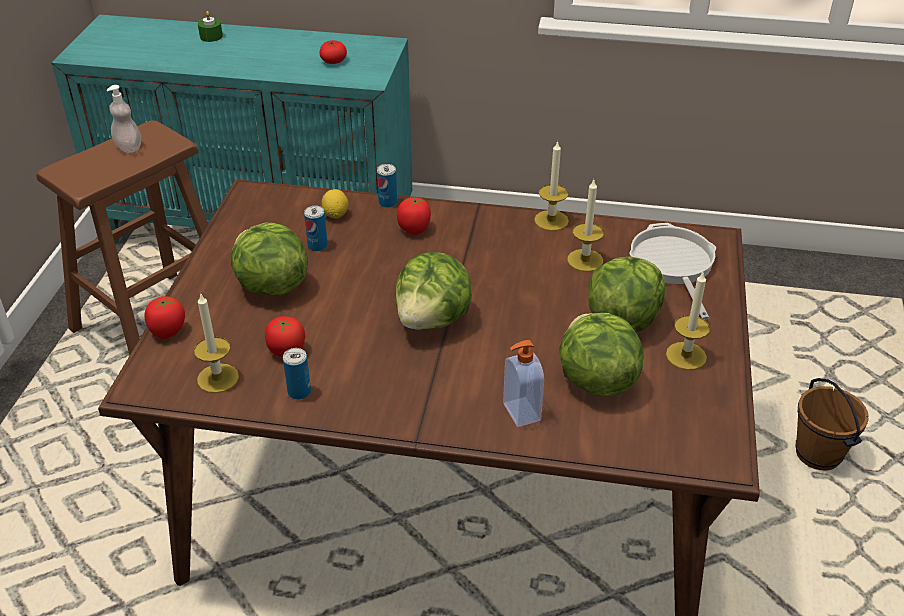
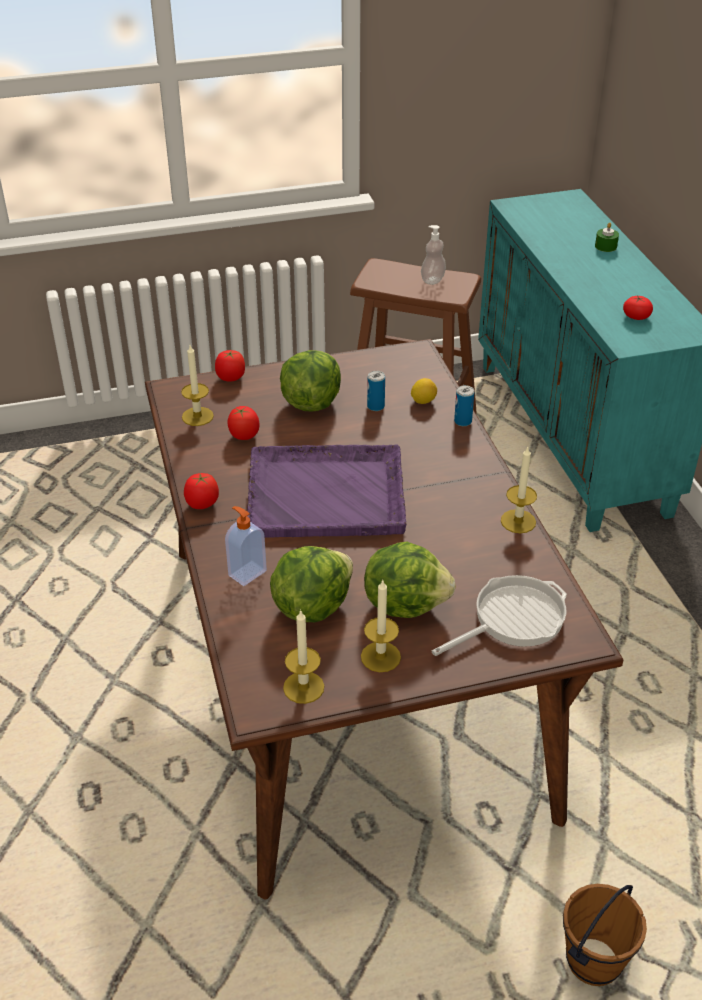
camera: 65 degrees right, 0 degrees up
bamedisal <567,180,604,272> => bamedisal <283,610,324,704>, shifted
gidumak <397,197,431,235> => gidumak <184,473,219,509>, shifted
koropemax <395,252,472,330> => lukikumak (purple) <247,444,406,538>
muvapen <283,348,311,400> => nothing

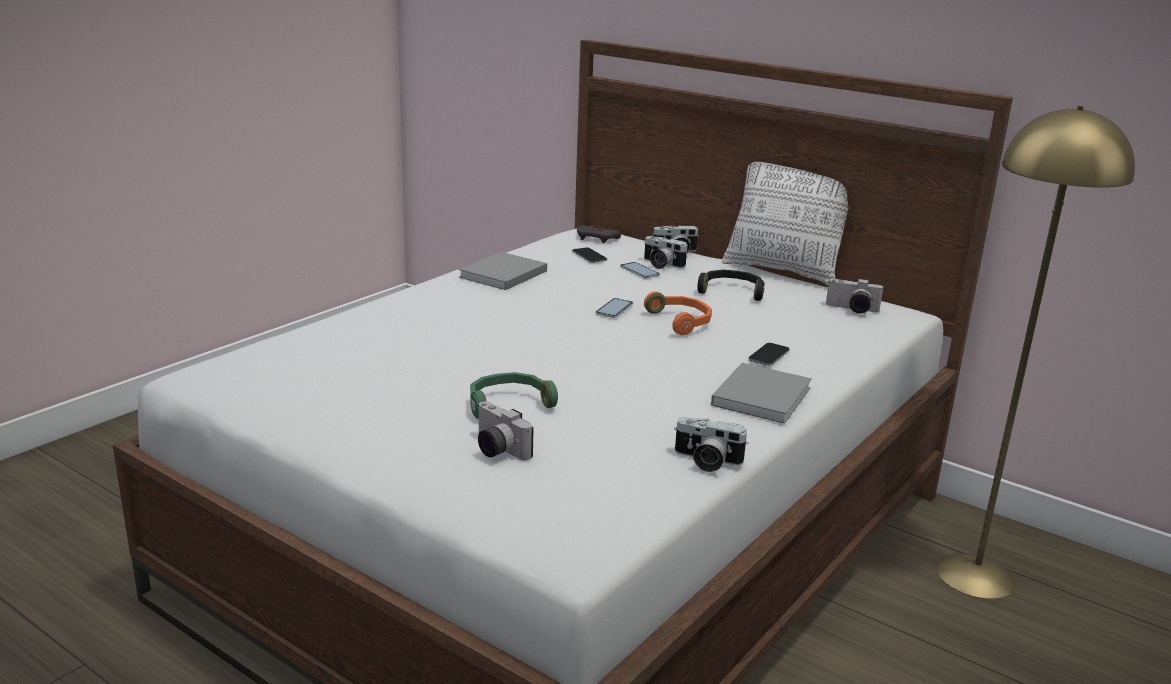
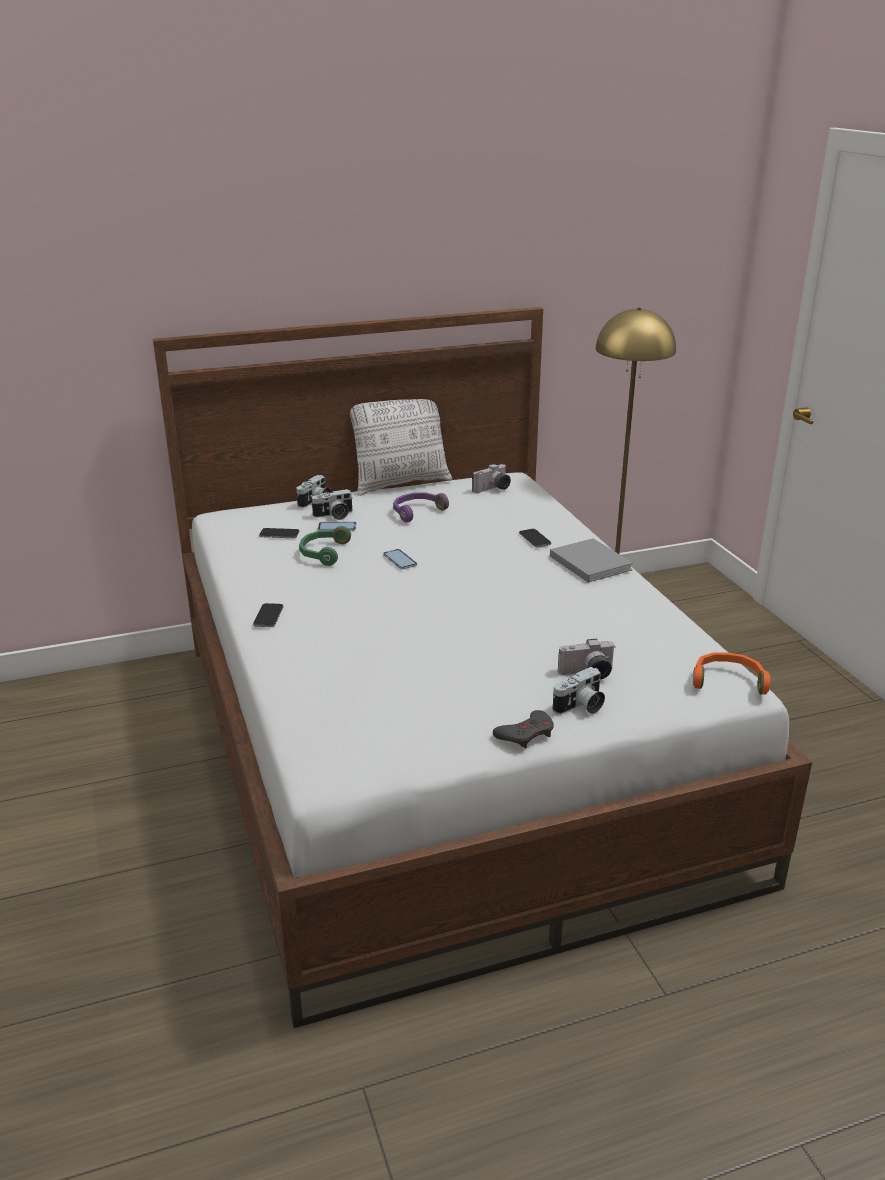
camera: 55 degrees left, 5 degrees up
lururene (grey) <577,226,621,243> => lururene (grey) <493,710,554,748>, shifted
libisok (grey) <459,252,547,290> => nothing
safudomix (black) <697,270,765,301> => safudomix (purple) <393,492,449,522>
safudomix (orange) <644,291,712,335> => safudomix (orange) <693,652,770,695>, shifted
safudomix (green) <470,372,558,419> => safudomix (green) <299,526,351,566>, shifted
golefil <674,417,748,472> => golefil <552,667,605,714>, shifted
nothing => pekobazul <253,603,284,627>

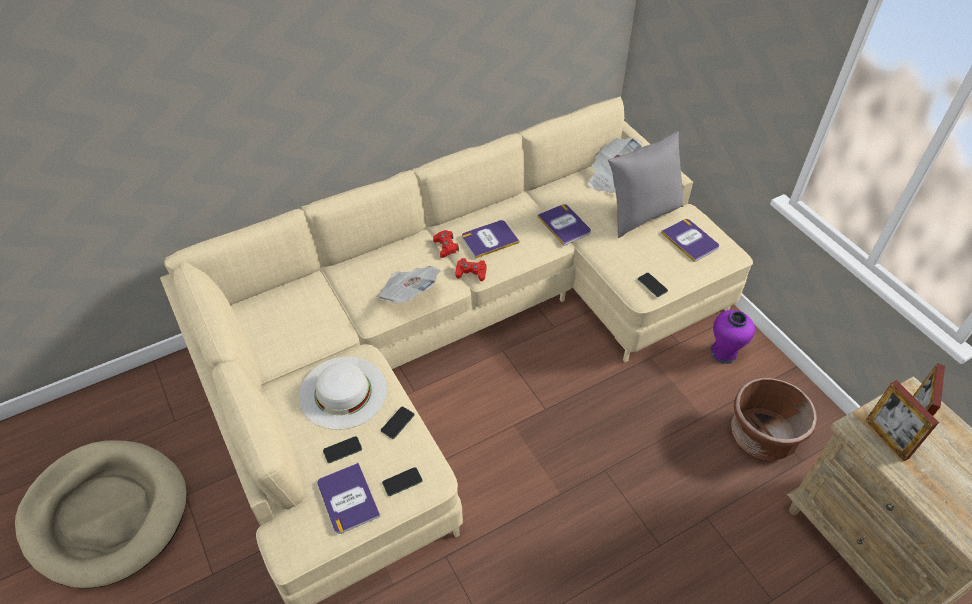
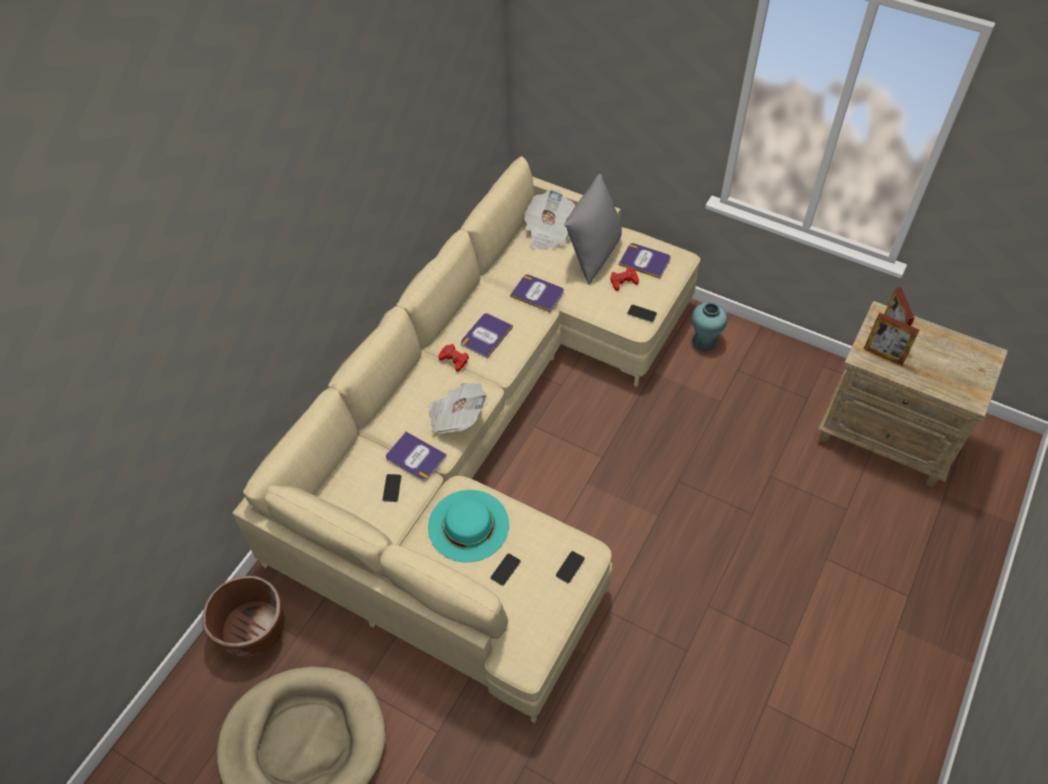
camera: 30 degrees left, 5 degrees up
lururene (red) <455,258,487,281> => lururene (red) <611,267,639,291>, shifted
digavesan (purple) <711,310,755,364> => digavesan (turquoise) <691,302,727,351>
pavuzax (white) <299,357,387,430> => pavuzax (turquoise) <428,490,509,562>
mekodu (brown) <731,378,817,461> => mekodu (brown) <202,576,285,657>, shifted
pekobazul <381,407,415,439> => pekobazul <383,474,401,502>, shifted
libisok <317,463,381,534> => libisok <386,432,447,481>, shifted

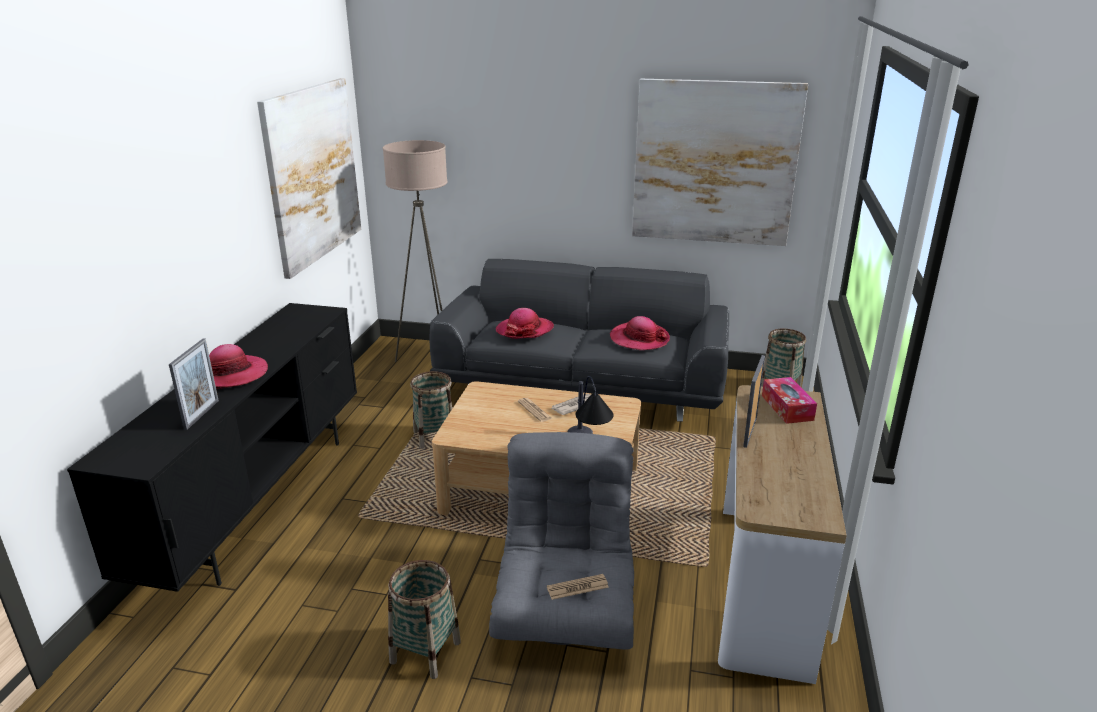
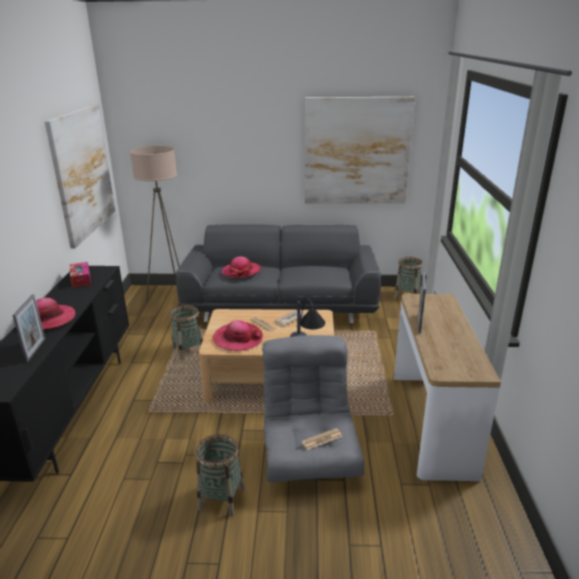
camera: 10 degrees left, 0 degrees up
pavuzax <610,316,670,350> => pavuzax <213,320,263,351>, shifted
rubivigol <762,377,817,424> => rubivigol <70,262,91,288>, shifted

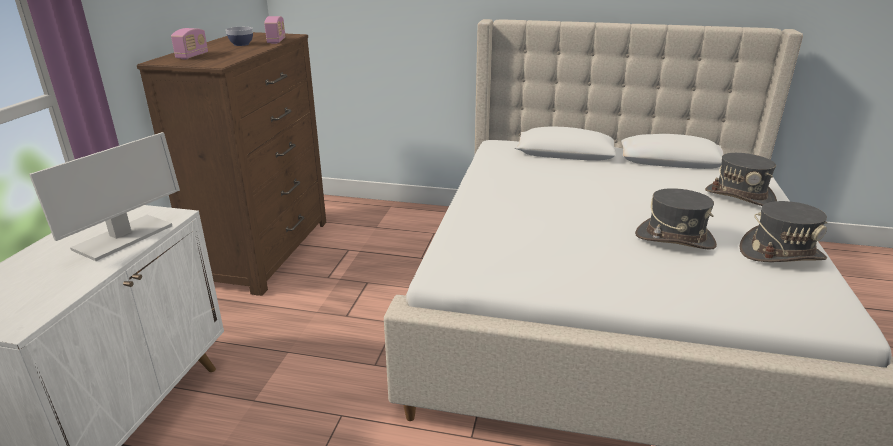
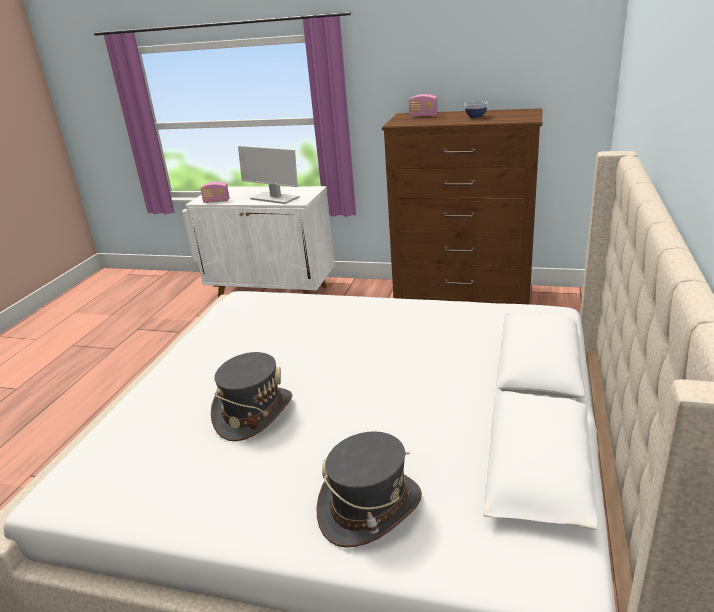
camera: 95 degrees right, 0 degrees up
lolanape <264,16,285,44> => lolanape <200,182,229,203>, shifted
pavuzax (grey) <739,201,828,262> => nothing

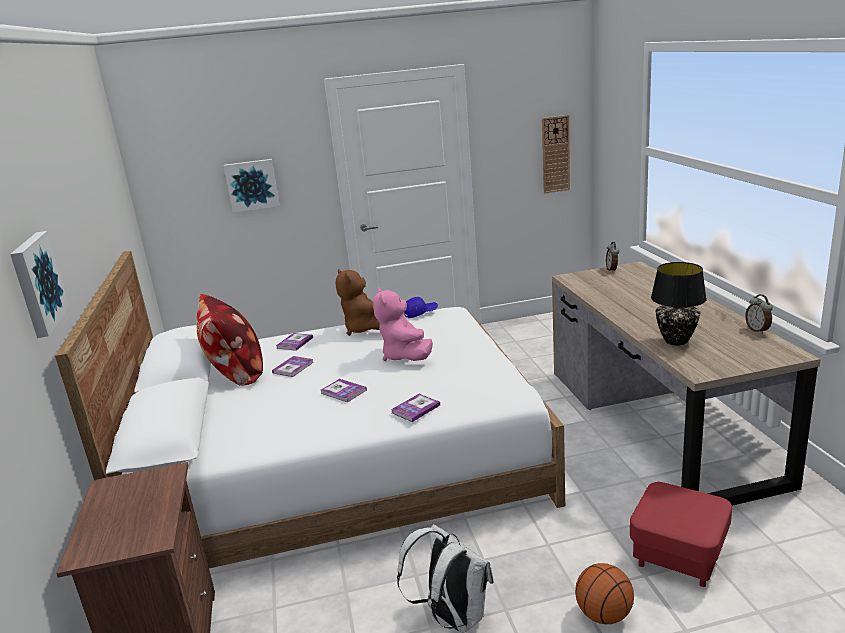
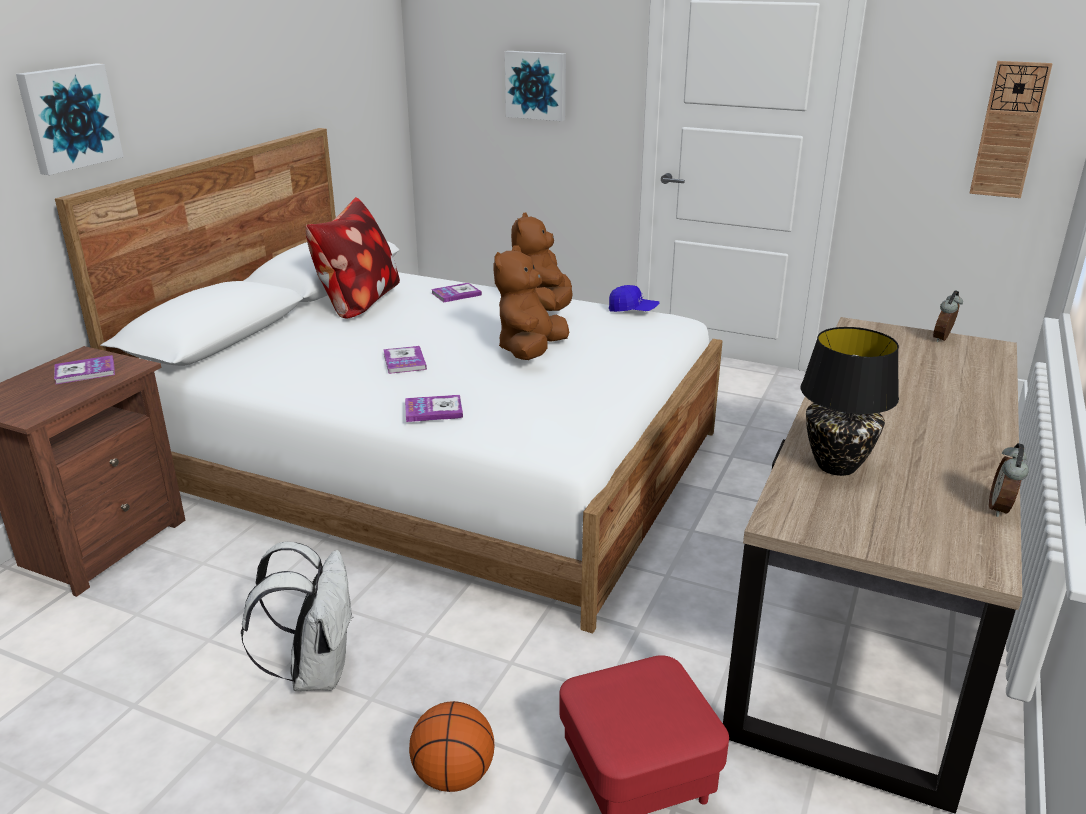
camera: 35 degrees right, 5 degrees up
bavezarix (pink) <373,287,433,361> => bavezarix (brown) <493,246,569,360>
libisok <272,356,314,377> => libisok <54,355,115,385>, shifted

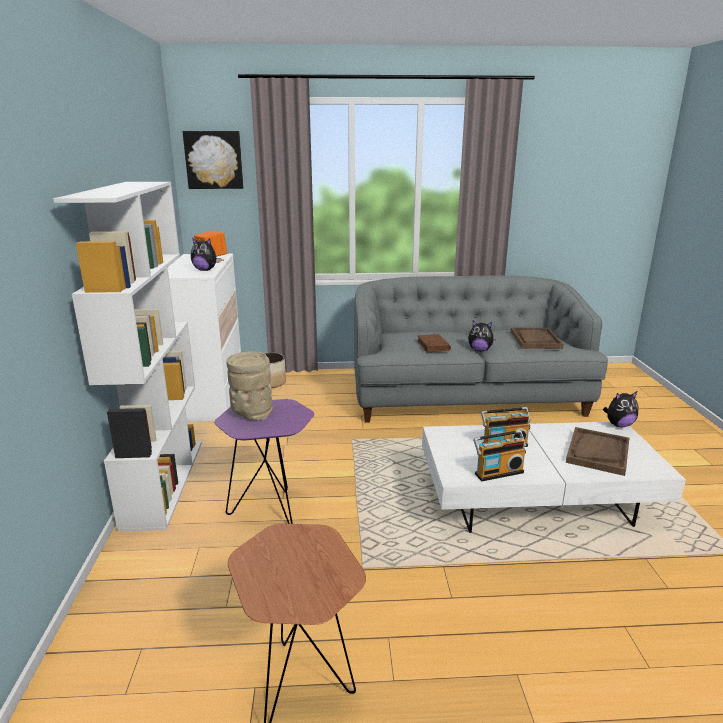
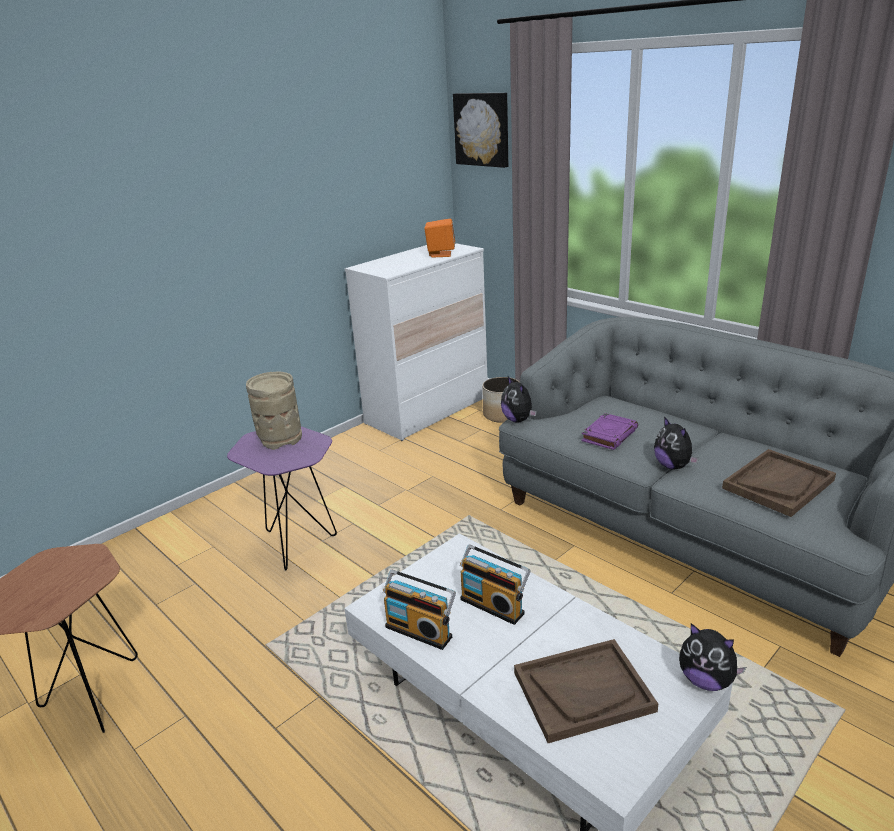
camera: 50 degrees right, 5 degrees up
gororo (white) <53,182,202,532> => nothing
bavezarix <191,238,221,271> => bavezarix <501,377,537,423>, shifted
libisok (brown) <417,334,451,352> => libisok (purple) <581,413,638,450>

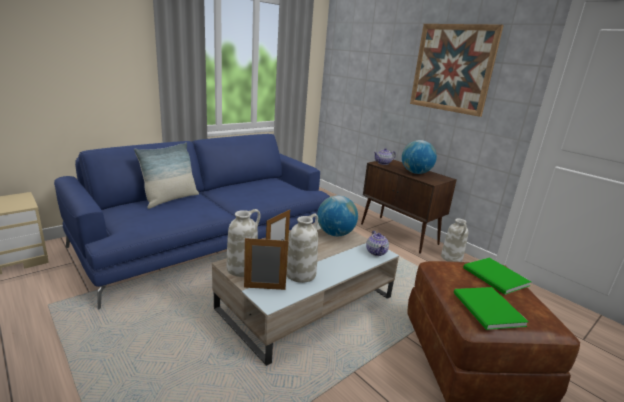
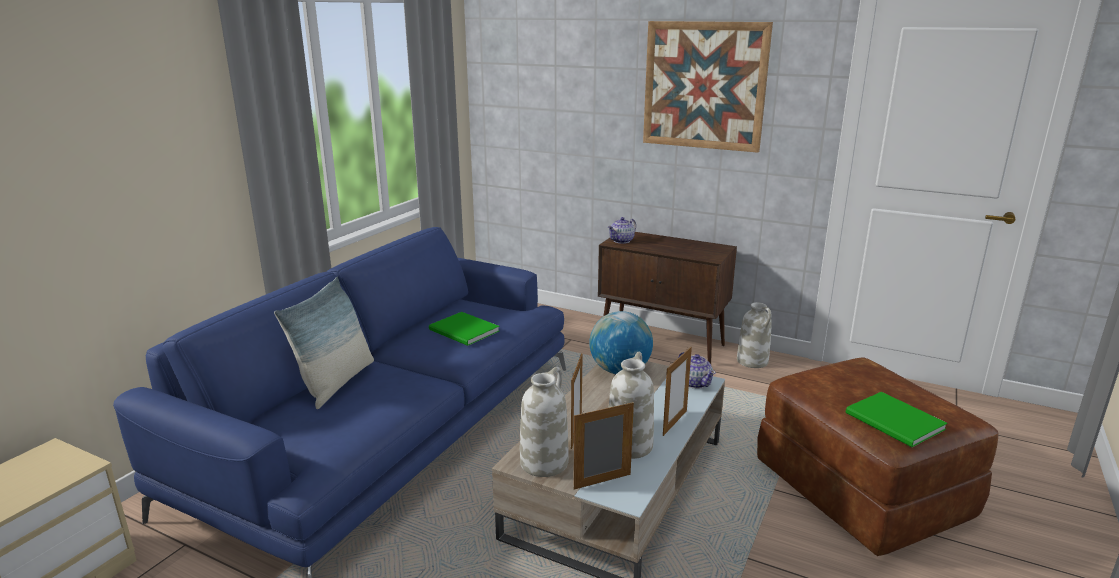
camera: 20 degrees left, 0 degrees up
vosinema <402,140,437,174> => nothing
libisok (green) <463,258,531,295> => libisok (green) <429,312,499,346>, shifted
nothing => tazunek <663,347,692,436>

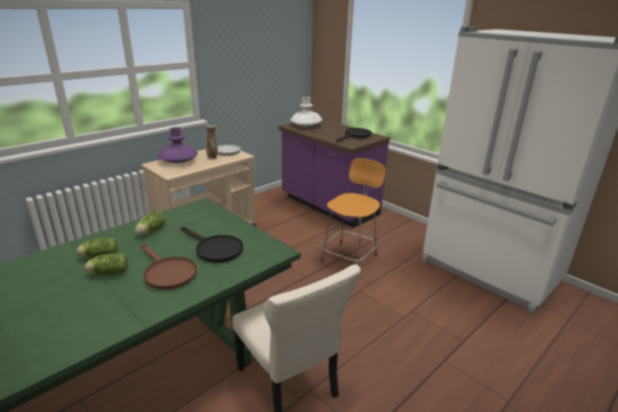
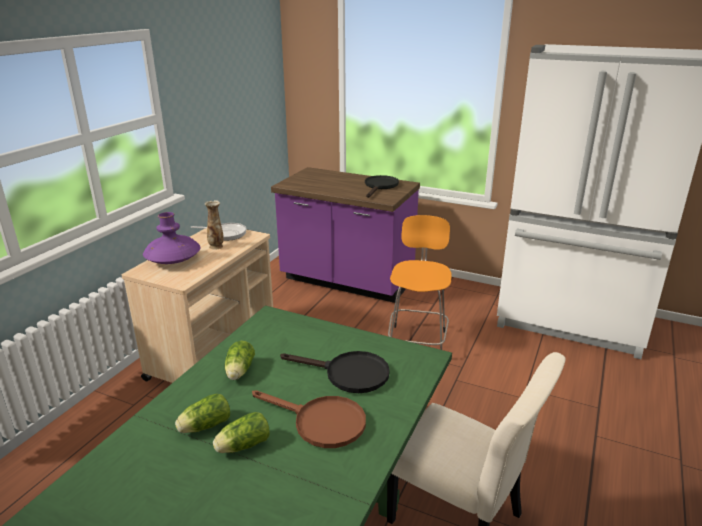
camera: 20 degrees left, 0 degrees up
digavesan (white) <291,97,322,126> => nothing

